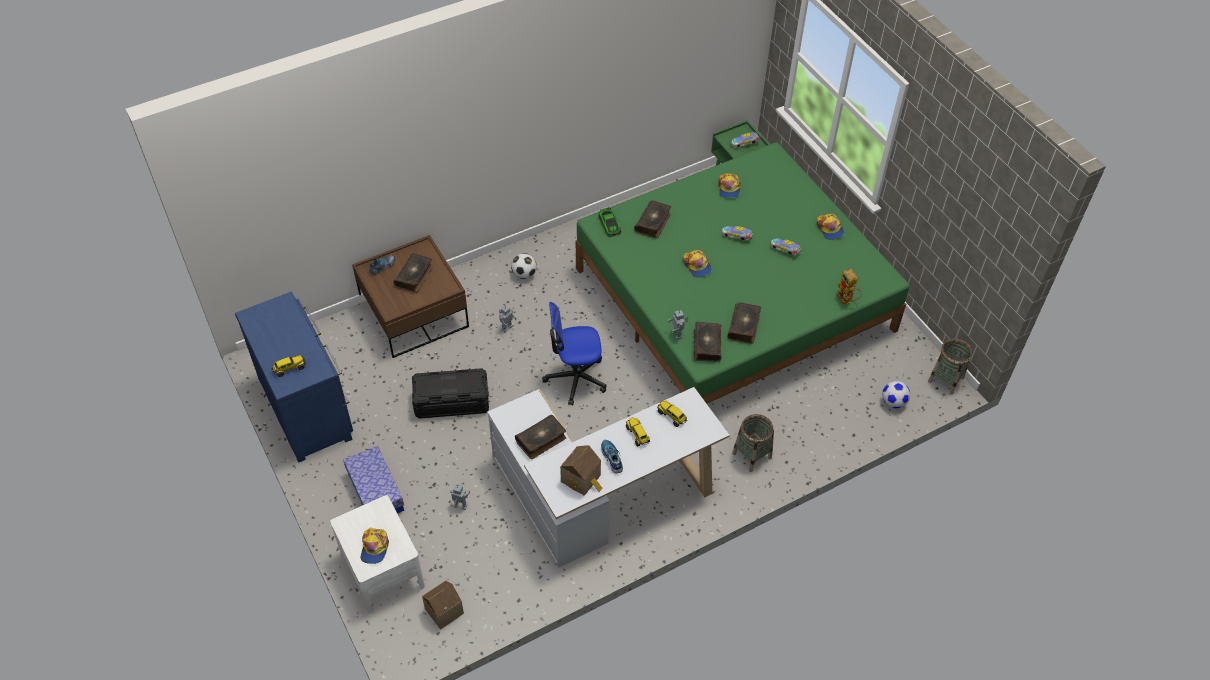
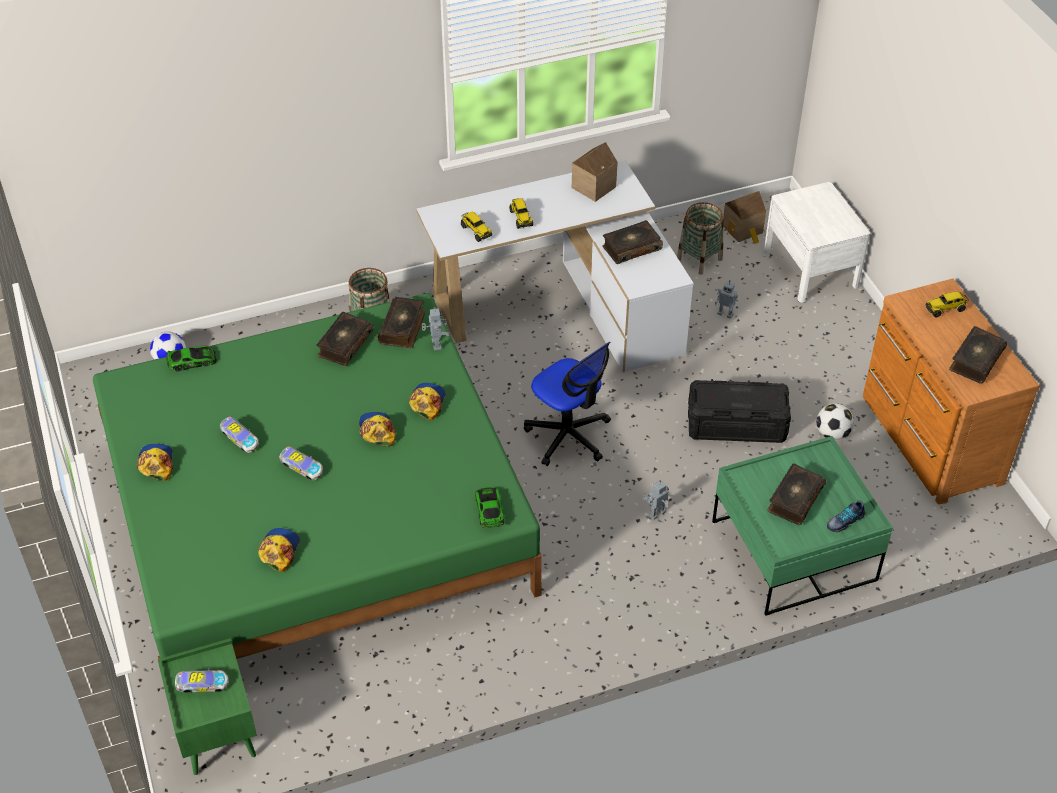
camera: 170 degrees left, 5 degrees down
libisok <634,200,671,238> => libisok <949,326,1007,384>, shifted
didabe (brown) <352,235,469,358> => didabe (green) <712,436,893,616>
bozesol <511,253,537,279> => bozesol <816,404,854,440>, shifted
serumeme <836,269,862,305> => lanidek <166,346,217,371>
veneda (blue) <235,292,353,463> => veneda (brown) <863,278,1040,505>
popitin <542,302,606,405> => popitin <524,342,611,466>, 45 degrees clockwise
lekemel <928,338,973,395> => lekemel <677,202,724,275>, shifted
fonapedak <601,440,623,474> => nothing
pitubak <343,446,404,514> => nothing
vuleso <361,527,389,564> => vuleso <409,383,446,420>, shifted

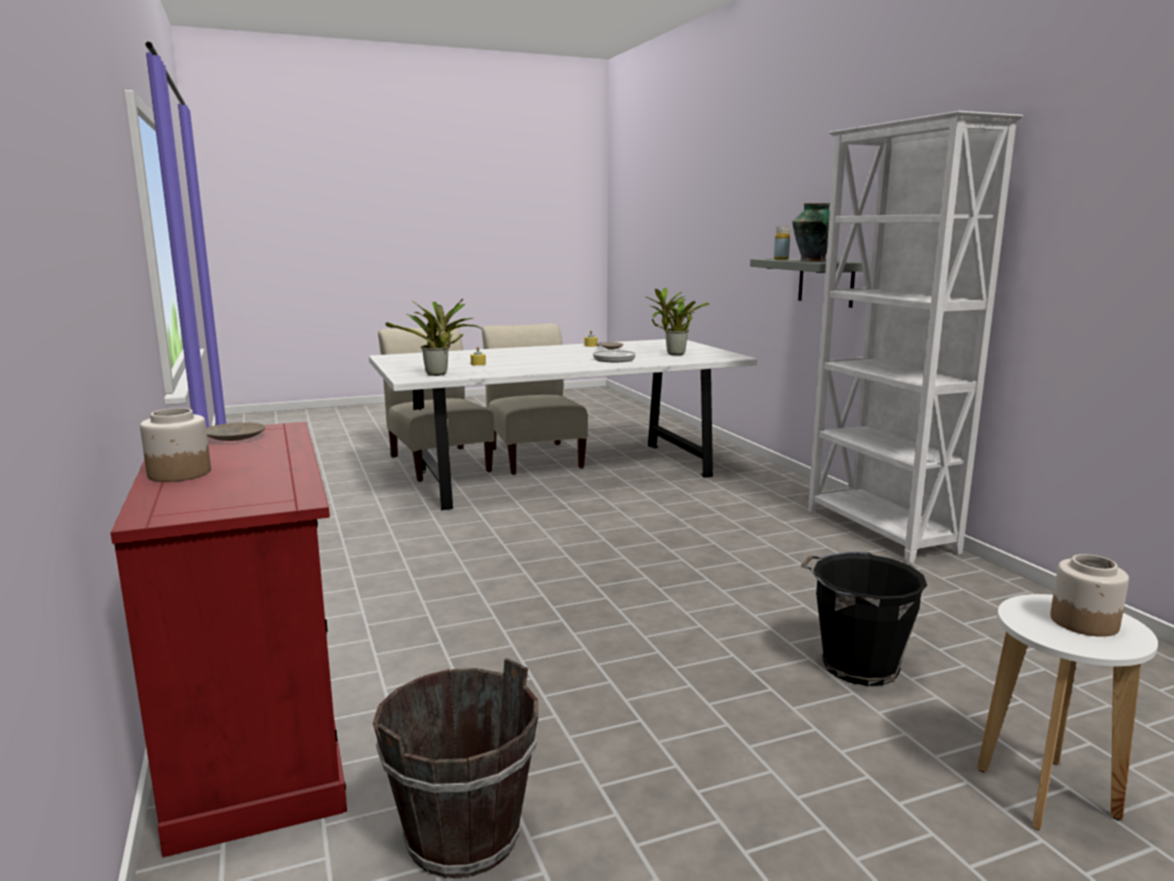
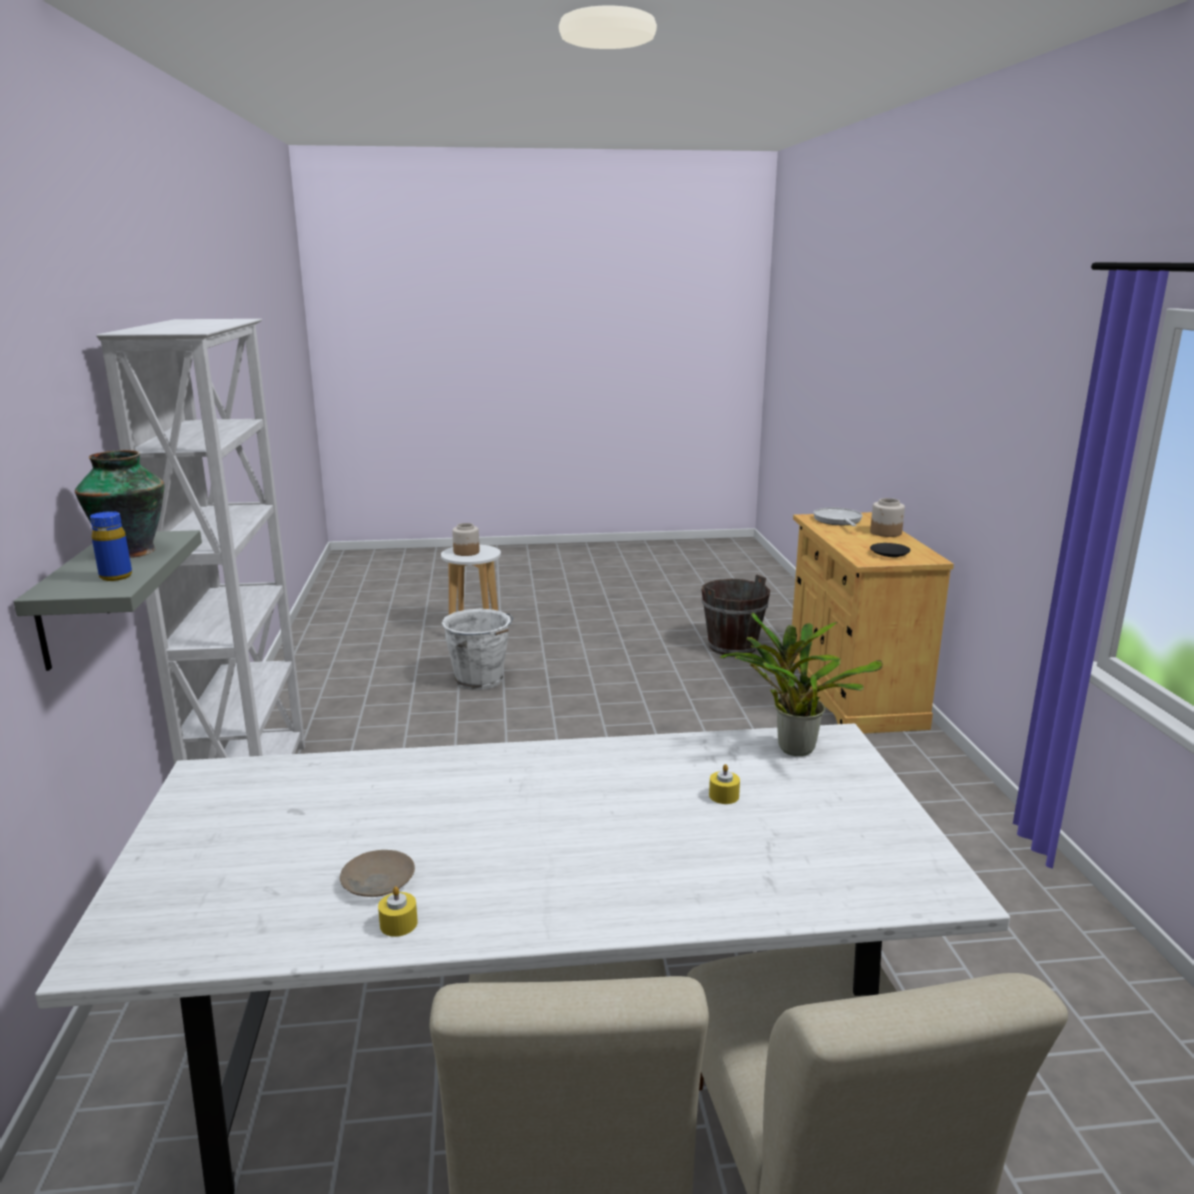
camera: 165 degrees left, 5 degrees up
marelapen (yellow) <774,227,790,260> => marelapen (blue) <90,511,132,581>
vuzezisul <645,288,710,355> => nothing
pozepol <593,346,636,362> => pozepol <813,508,863,526>, shifted
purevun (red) <111,422,347,857> => purevun (beige) <792,512,954,734>
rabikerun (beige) <206,423,266,441> => rabikerun (black) <870,543,910,557>
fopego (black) <801,552,927,686> => fopego (white) <442,609,513,690>

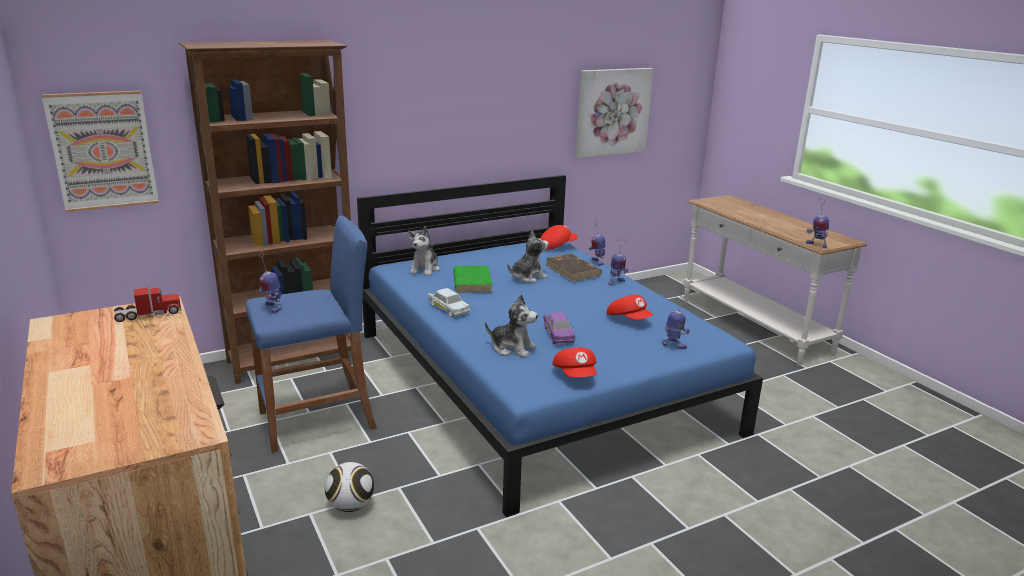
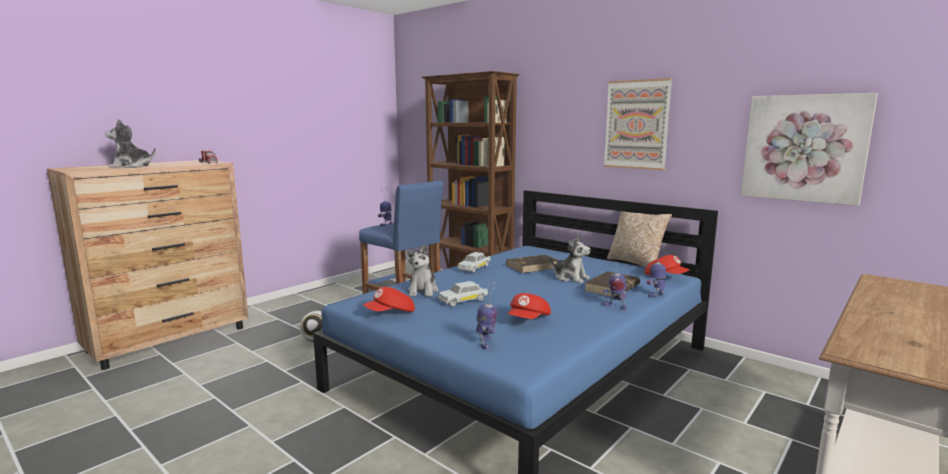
camera: 70 degrees right, 10 degrees down
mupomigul <42,90,159,212> => mupomigul <603,78,672,170>, shifted
serumeme <805,197,829,248> => nothing
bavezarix <408,226,440,276> => bavezarix <105,119,156,168>, shifted
libisok (green) <453,266,492,293> => libisok (brown) <506,254,560,273>
lanidek (purple) <543,312,575,344> => lanidek (white) <438,281,488,307>
nothing => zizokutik <607,211,672,267>

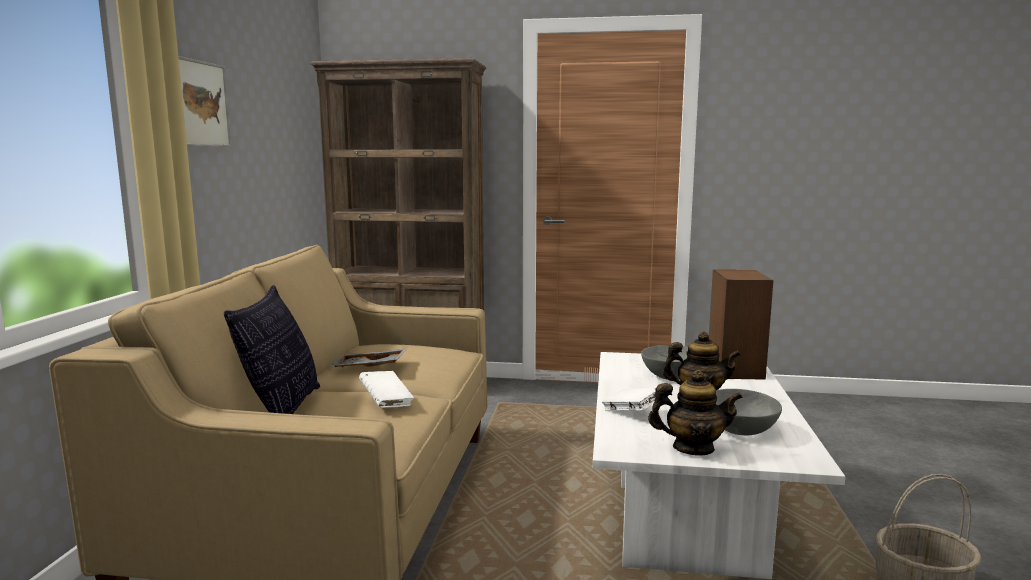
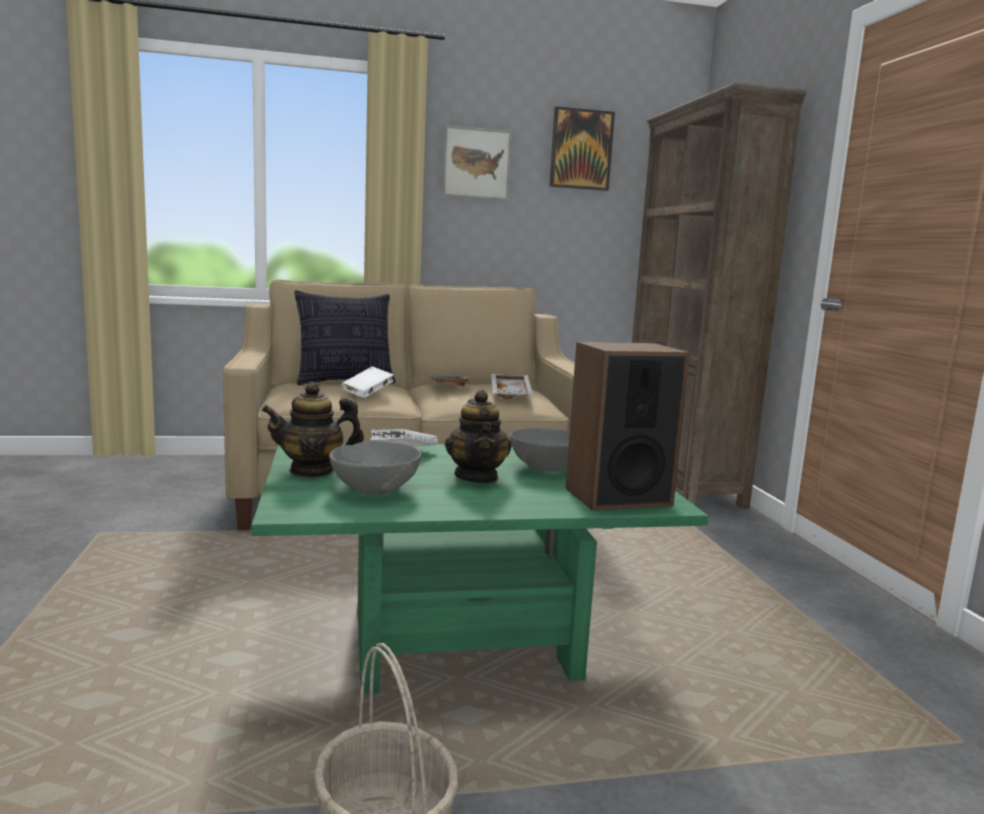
camera: 70 degrees right, 0 degrees up
didabe (white) <593,352,845,579> => didabe (green) <252,444,709,694>
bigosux <648,370,743,455> => bigosux <261,382,364,477>, 90 degrees clockwise
nothing => mupomigul <549,106,615,191>
nothing => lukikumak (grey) <491,374,533,399>

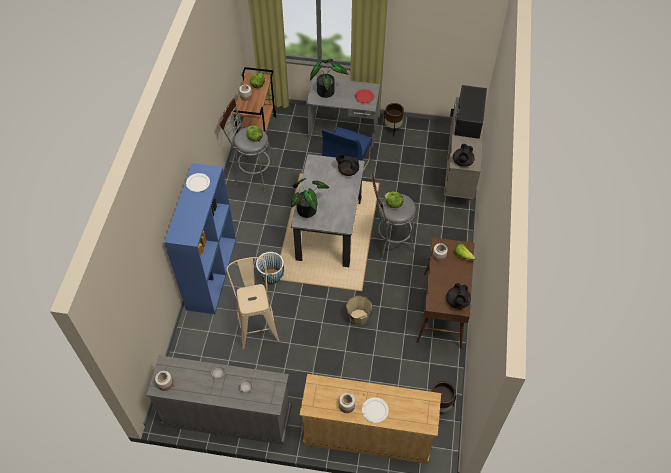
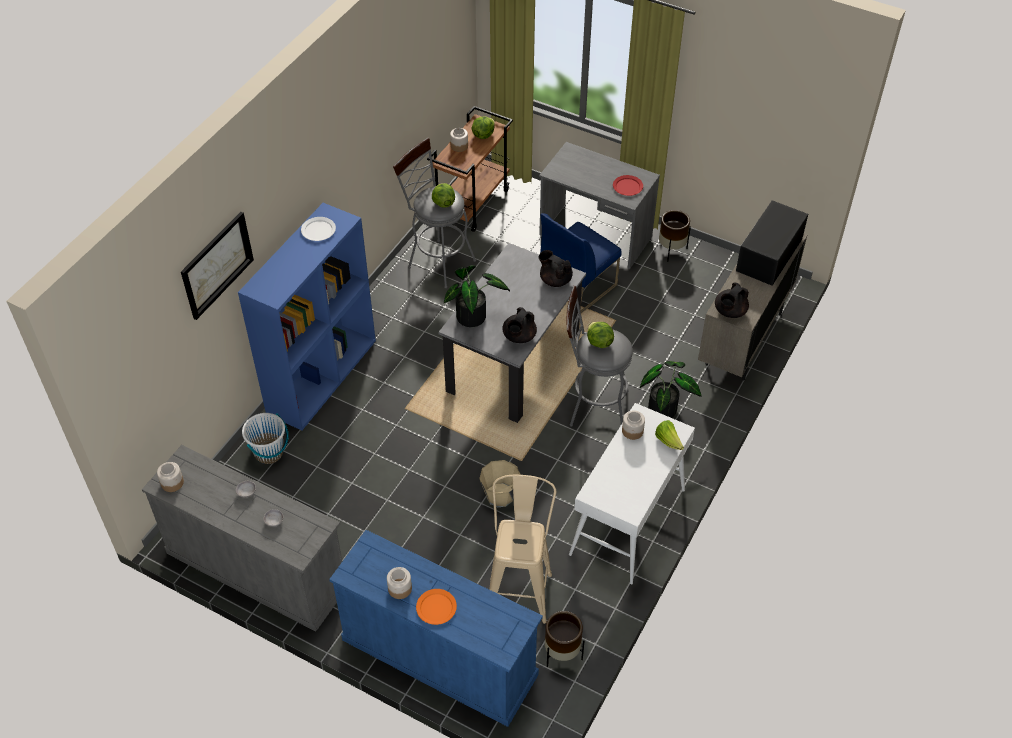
camera: 20 degrees right, 5 degrees down
vuzezisul <310,59,349,98> => vuzezisul <640,361,702,418>, shifted
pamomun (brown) <416,237,474,349> => pamomun (white) <569,403,695,584>
fopego (white) <256,251,284,284> => fopego (white) <242,413,289,464>, shifted
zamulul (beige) <226,257,280,349> => zamulul (beige) <489,475,556,624>, shifted
bigosux (black) <446,283,471,309> => bigosux (black) <502,307,537,343>, shifted
veneda (beige) <299,374,441,464> => veneda (blue) <329,530,543,727>
rabikerun (white) <362,397,389,423> => rabikerun (orange) <416,589,457,625>
nothing => mupomigul <181,212,254,320>

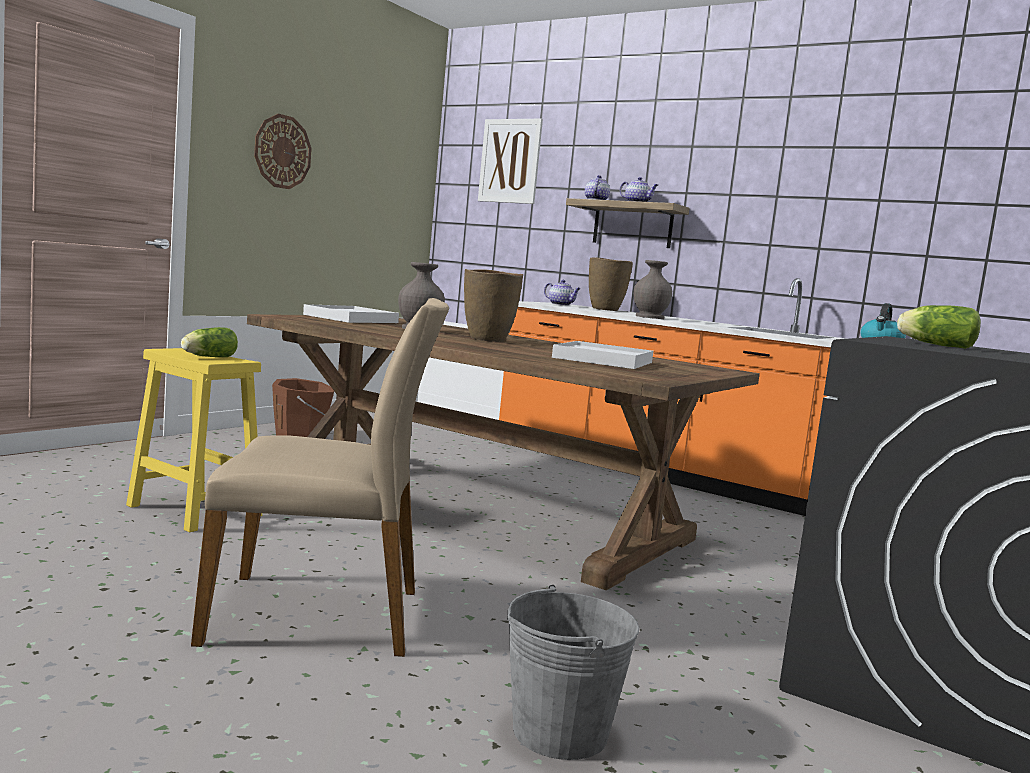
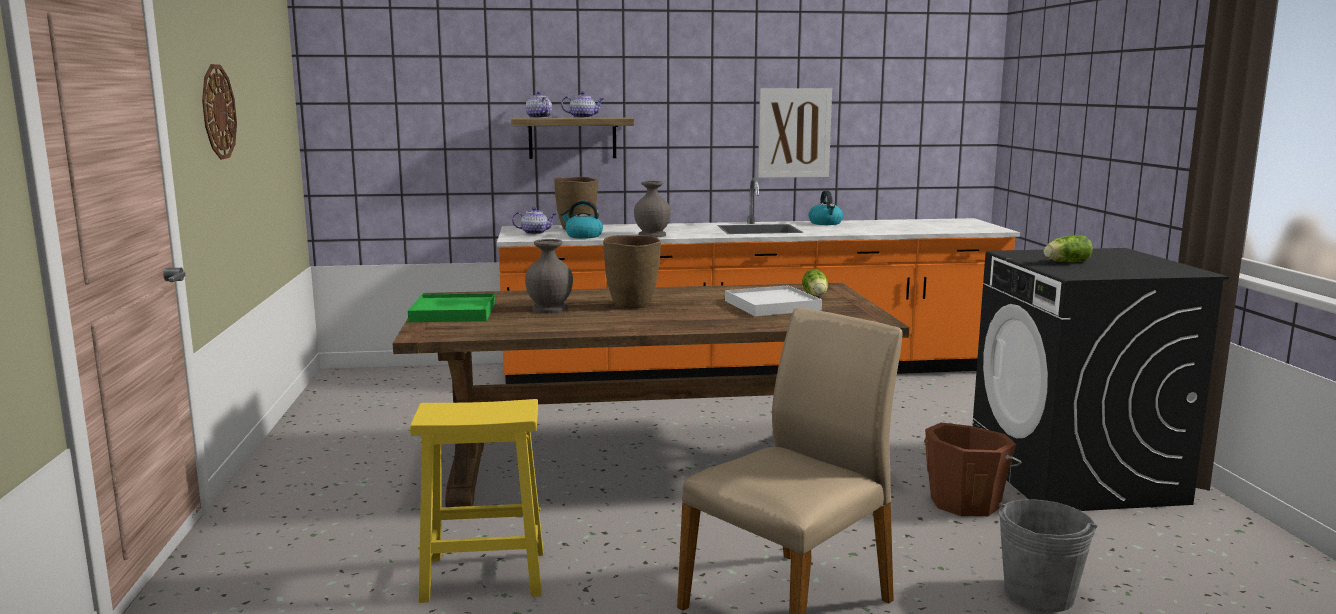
camera: 40 degrees left, 5 degrees up
mupomigul <478,119,543,204> => mupomigul <758,88,832,178>, shifted
lukikumak (white) <303,304,399,323> => lukikumak (green) <408,293,495,322>
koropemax <181,327,238,357> => koropemax <802,269,828,296>, shifted
fopego (brown) <272,378,334,437> => fopego (brown) <924,423,1022,516>, shifted
nothing => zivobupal <560,200,603,239>

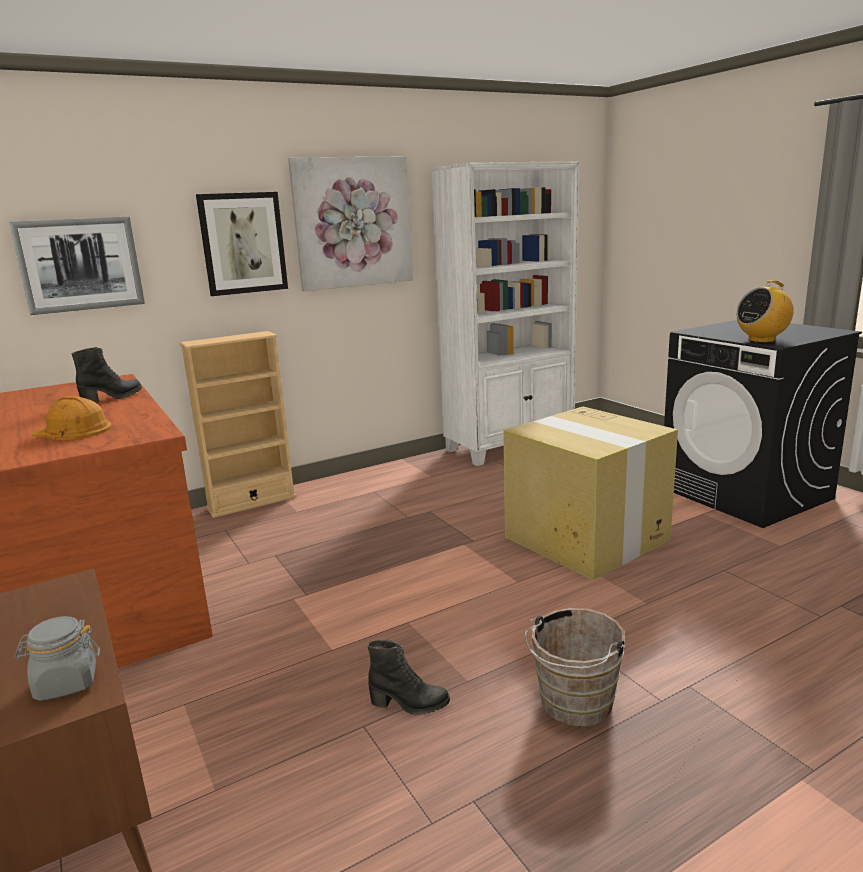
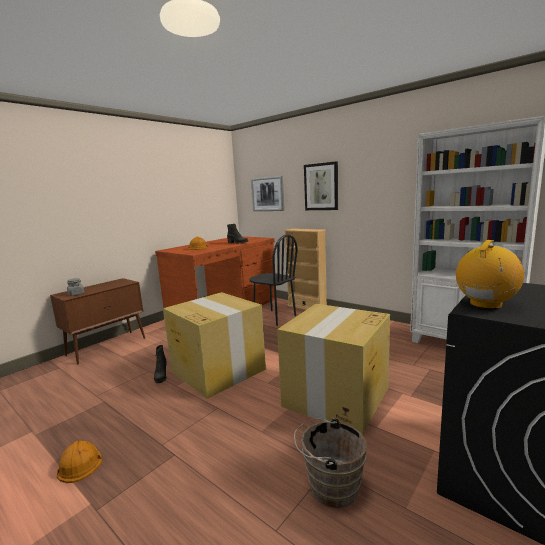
camera: 70 degrees right, 5 degrees down
mupomigul <288,157,413,291> => nothing
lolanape <736,280,794,343> => lolanape <456,240,524,309>, 90 degrees clockwise
fopego (brown) <525,608,625,727> => fopego (brown) <294,417,367,508>, shifted
nothing => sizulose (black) <249,234,298,326>
nothing => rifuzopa <163,292,266,399>
nothing => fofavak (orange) <57,440,102,483>

